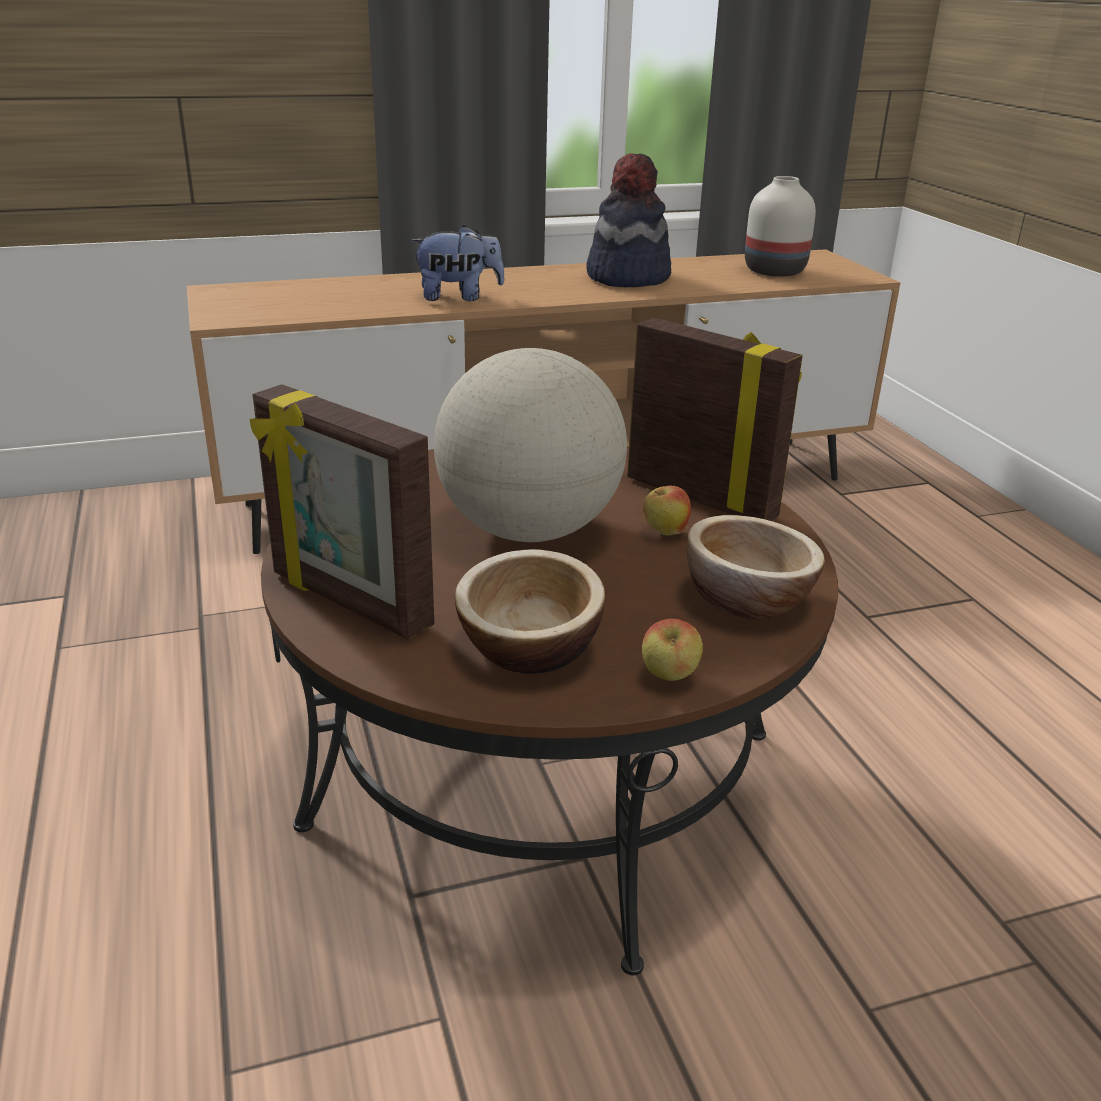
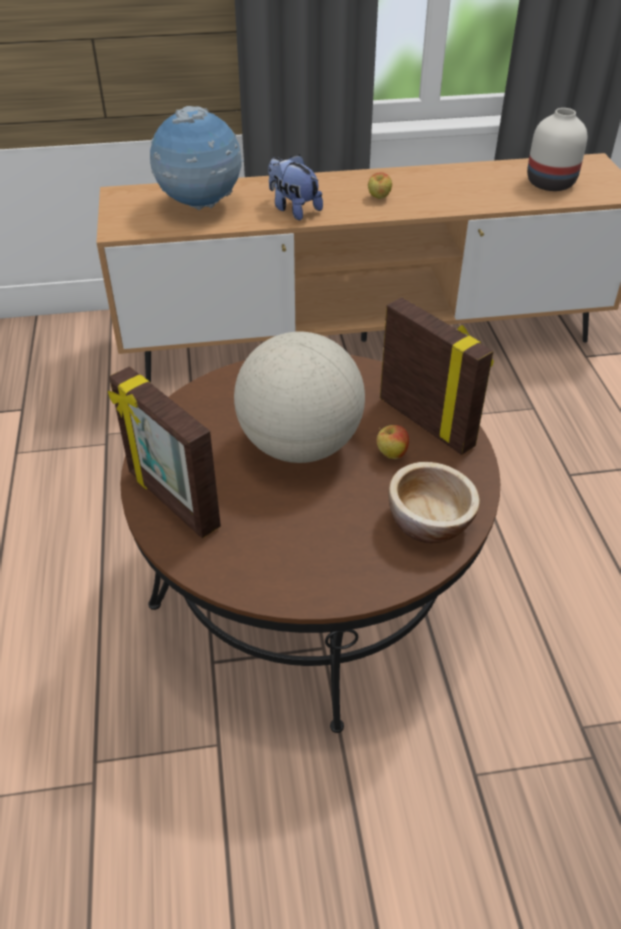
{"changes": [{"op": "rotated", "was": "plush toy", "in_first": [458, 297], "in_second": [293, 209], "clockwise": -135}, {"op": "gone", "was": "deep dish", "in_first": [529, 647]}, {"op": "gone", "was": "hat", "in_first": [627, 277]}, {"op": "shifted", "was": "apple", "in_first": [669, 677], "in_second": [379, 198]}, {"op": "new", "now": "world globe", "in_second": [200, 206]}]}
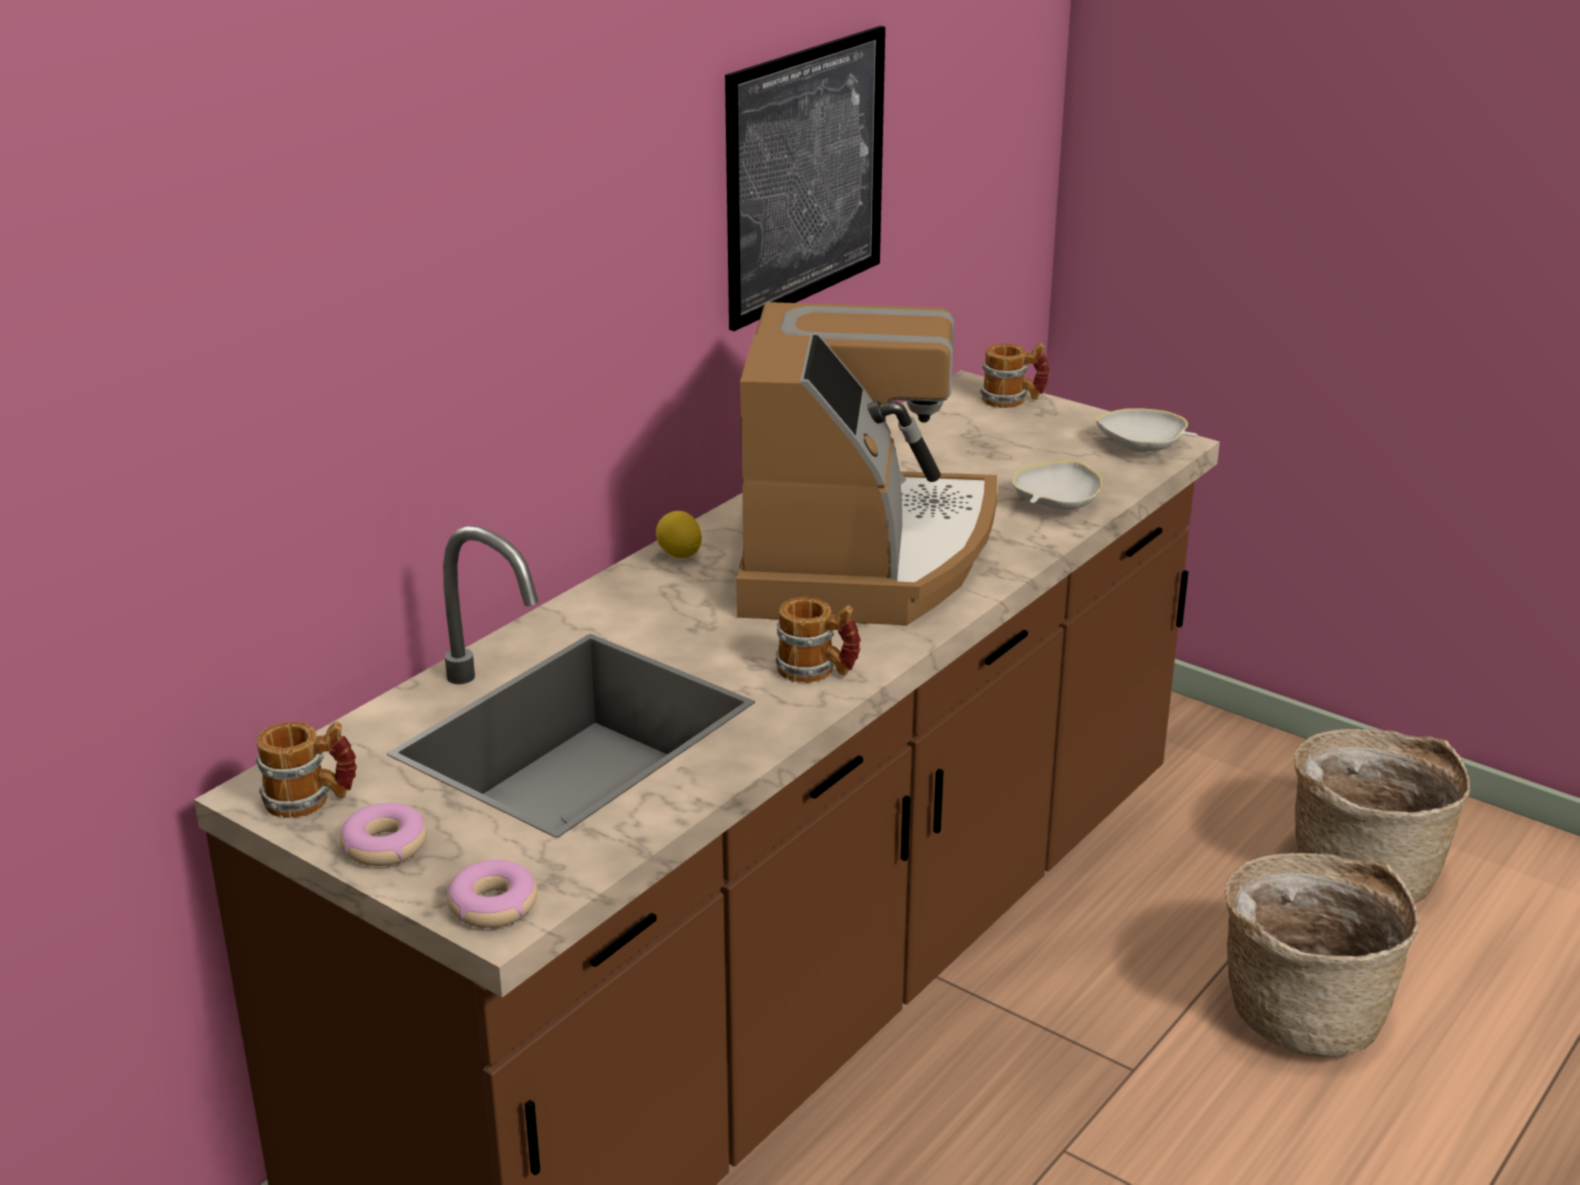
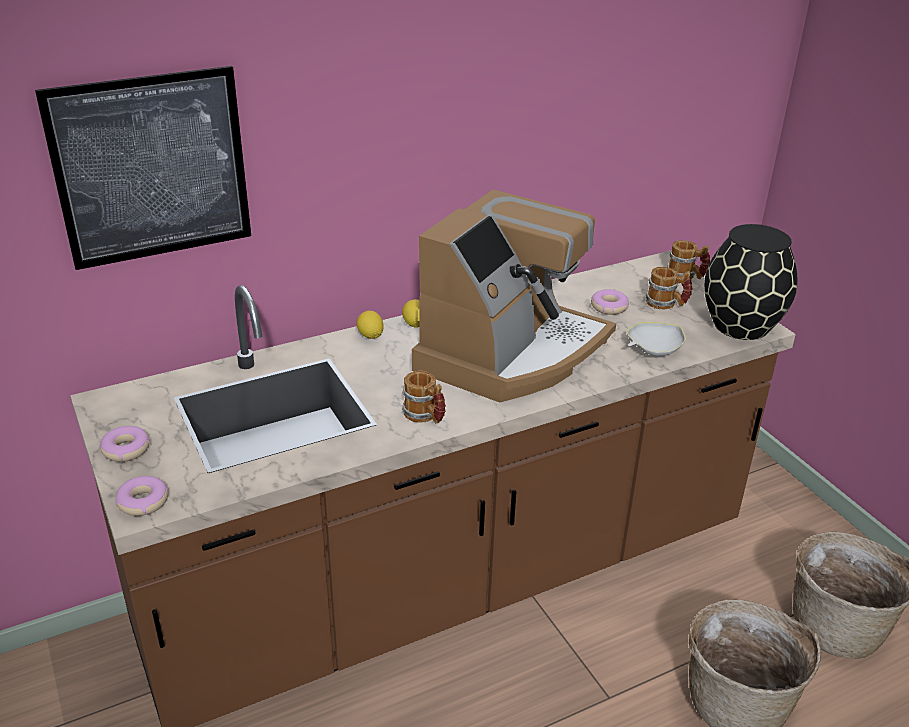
{"changes": [{"op": "shifted", "was": "coffee mug", "in_first": [311, 800], "in_second": [666, 304]}, {"op": "shifted", "was": "wall picture", "in_first": [805, 175], "in_second": [152, 168]}, {"op": "swapped", "was": "white deep dish", "now": "black flower vase", "in_first": [1143, 448], "in_second": [741, 326]}, {"op": "new", "now": "whole lemon", "in_second": [370, 336]}, {"op": "new", "now": "donut", "in_second": [609, 307]}]}
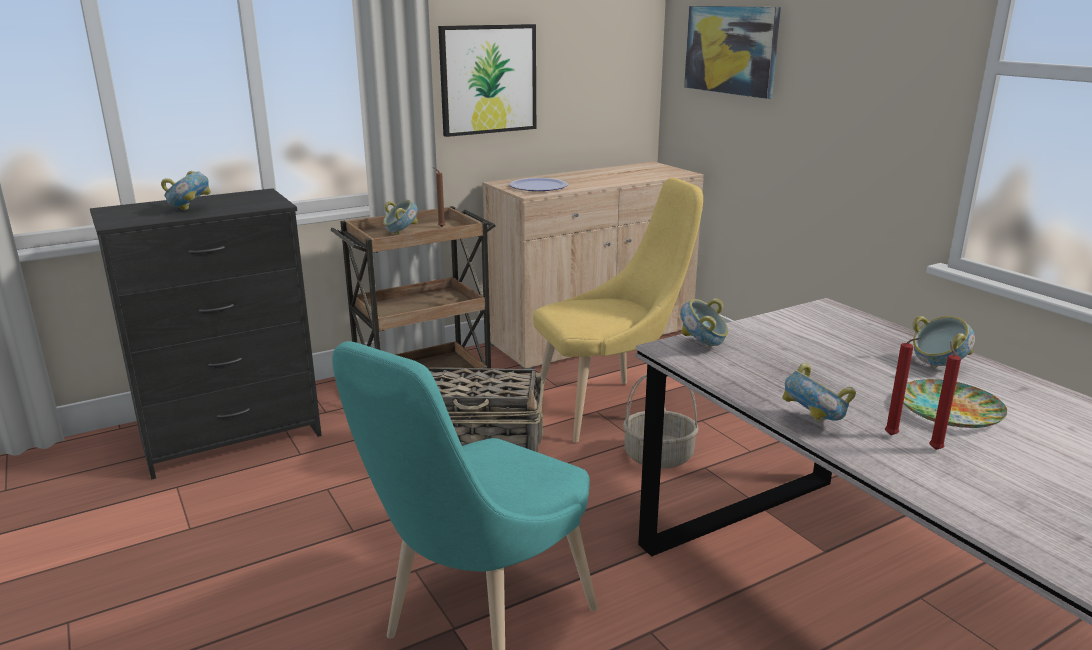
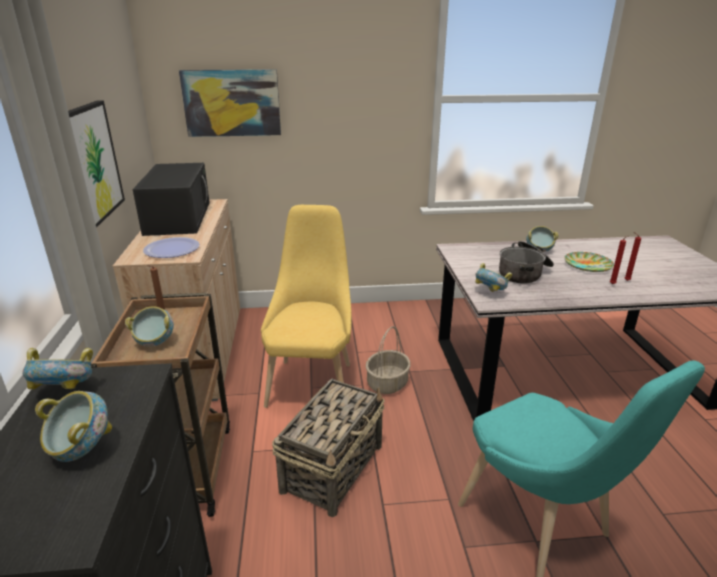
{"changes": [{"op": "shifted", "was": "deep dish", "in_first": [813, 423], "in_second": [66, 392]}, {"op": "new", "now": "black kitchen microwave", "in_second": [178, 217]}, {"op": "new", "now": "saucepot", "in_second": [524, 273]}]}
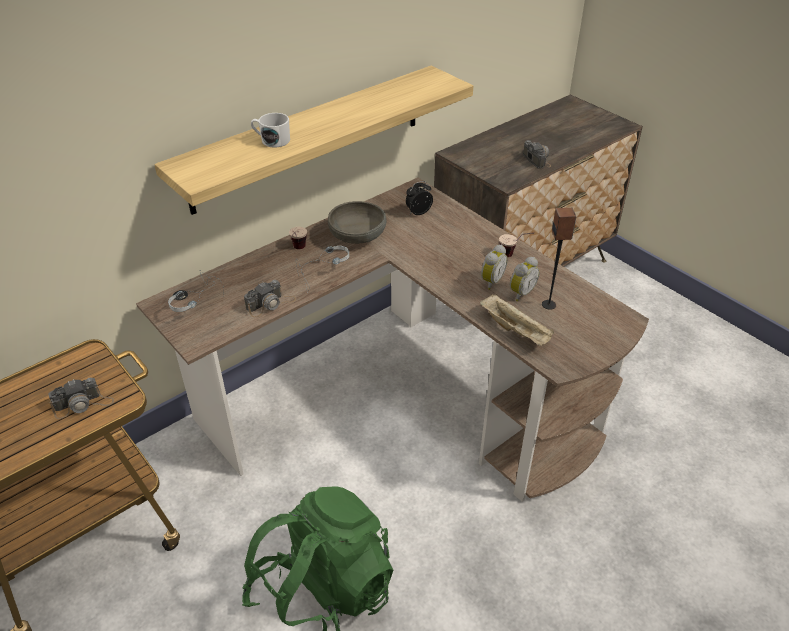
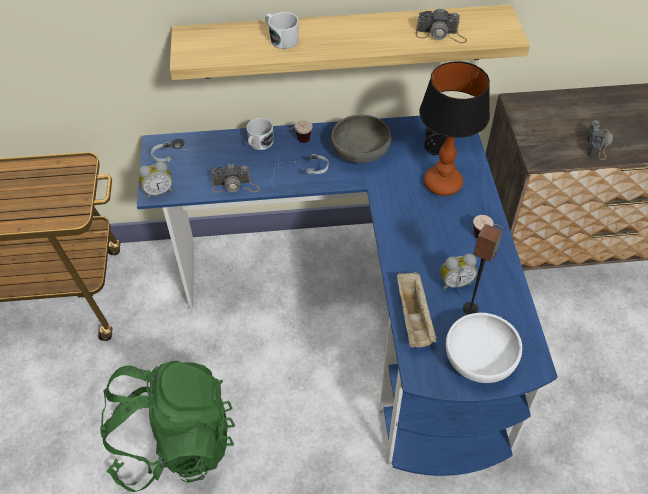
{"changes": [{"op": "shifted", "was": "photo camera", "in_first": [83, 404], "in_second": [441, 34]}, {"op": "repainted", "was": "brown-coloured desk table", "now": "blue desk table", "in_first": [404, 396], "in_second": [366, 312]}, {"op": "shifted", "was": "alarm clock", "in_first": [490, 281], "in_second": [158, 191]}, {"op": "new", "now": "white coffee mug", "in_second": [259, 144]}, {"op": "new", "now": "tabletop lamp", "in_second": [443, 184]}, {"op": "new", "now": "white deep dish", "in_second": [480, 359]}]}
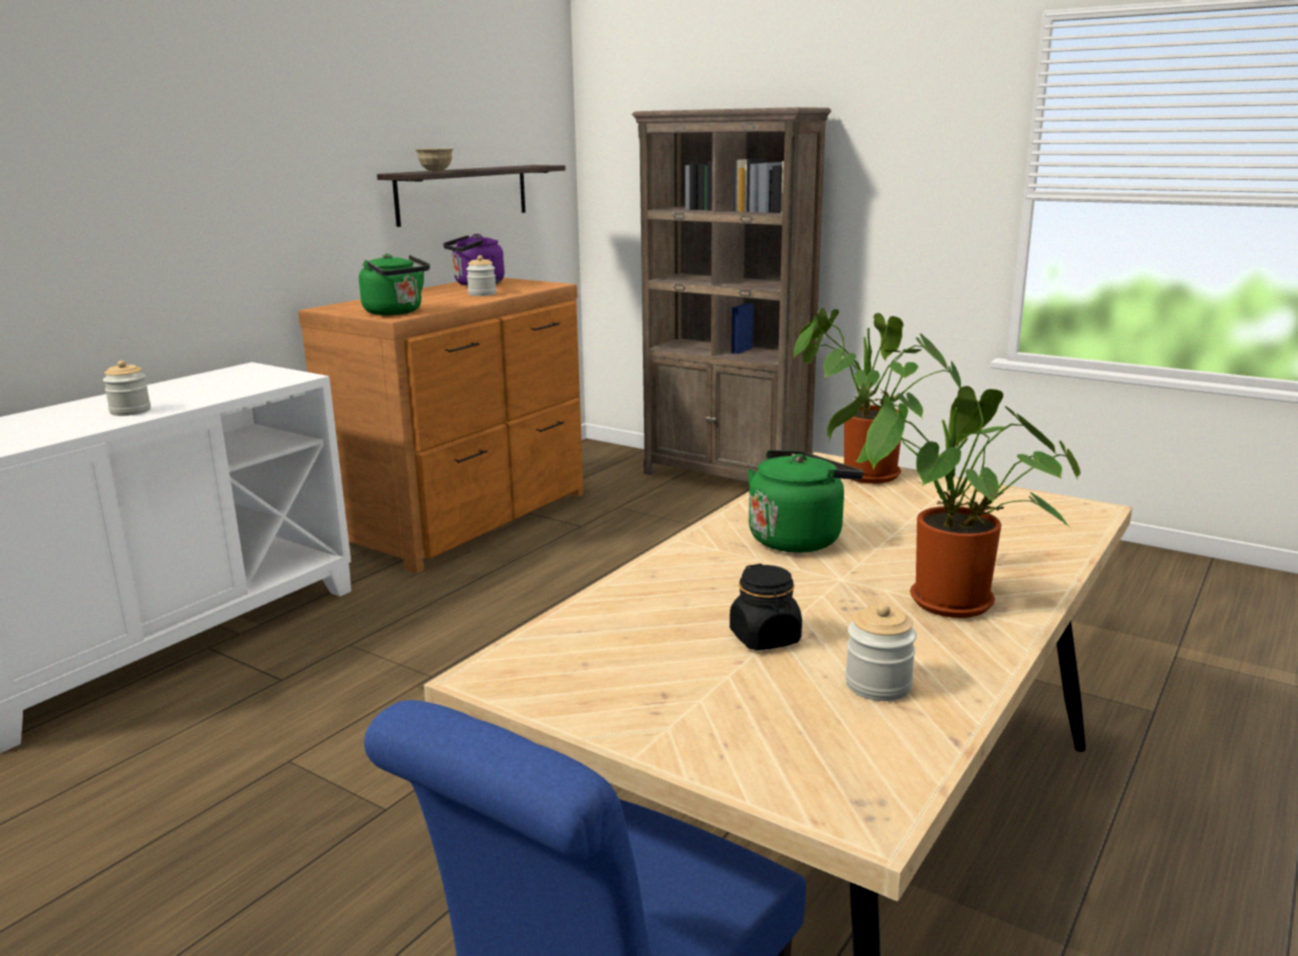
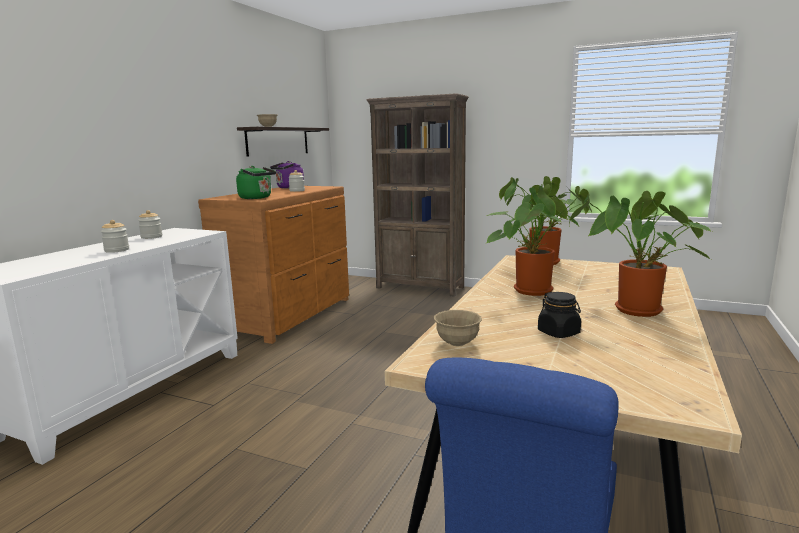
{"changes": [{"op": "swapped", "was": "green water kettle", "now": "plant in a pot", "in_first": [798, 538], "in_second": [533, 289]}, {"op": "shifted", "was": "preserve jar", "in_first": [878, 685], "in_second": [151, 237]}, {"op": "new", "now": "sand-coloured deep dish", "in_second": [457, 343]}]}
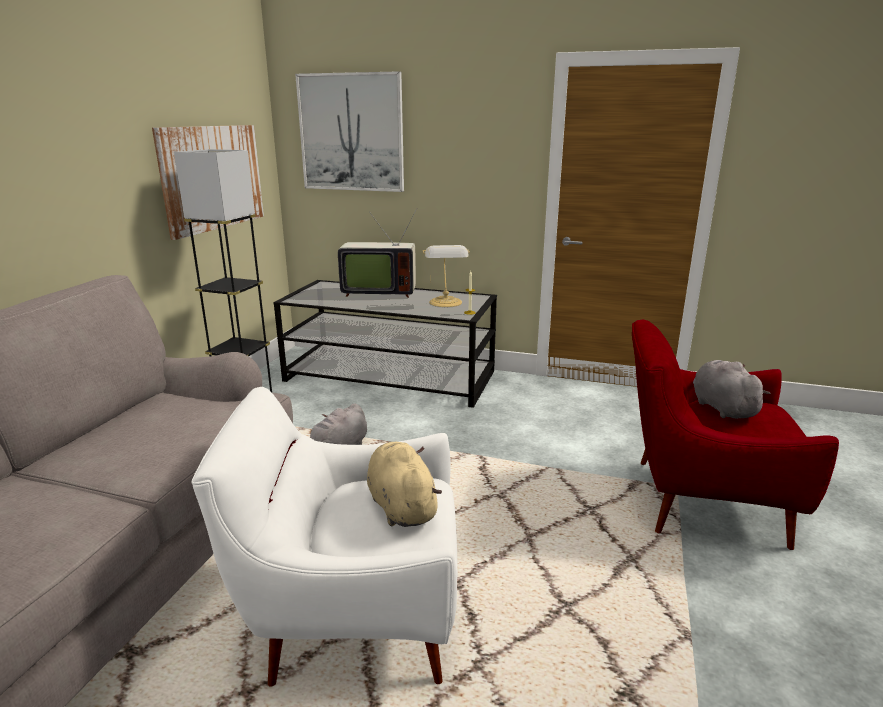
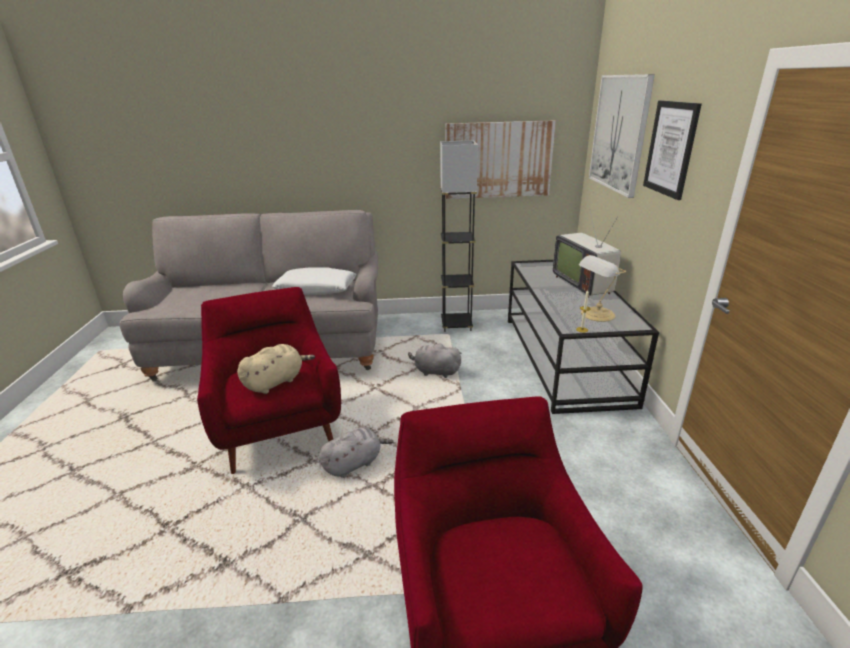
{"changes": [{"op": "repainted", "was": "white armchair", "now": "red armchair", "in_first": [352, 615], "in_second": [278, 428]}, {"op": "shifted", "was": "grey plush toy", "in_first": [721, 408], "in_second": [354, 463]}, {"op": "new", "now": "white throw pillow", "in_second": [316, 289]}, {"op": "new", "now": "wall picture", "in_second": [671, 148]}]}
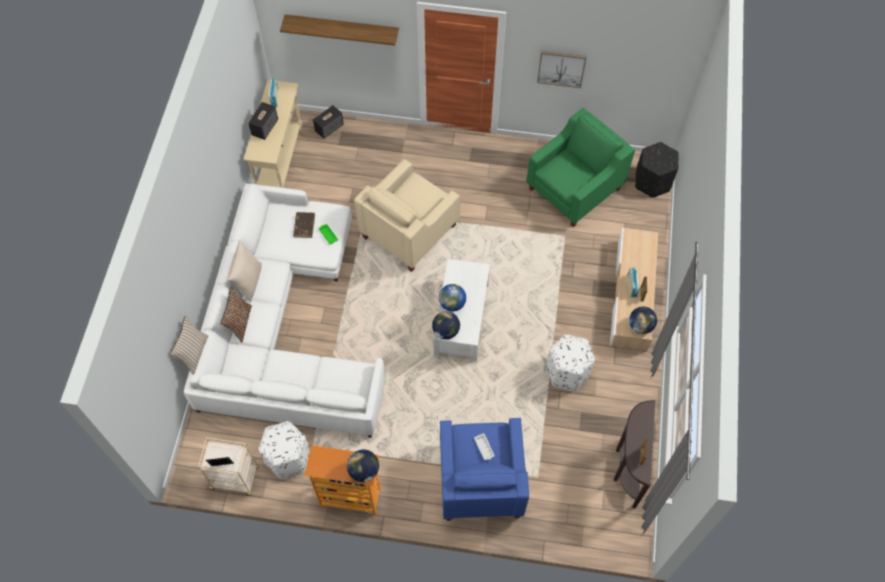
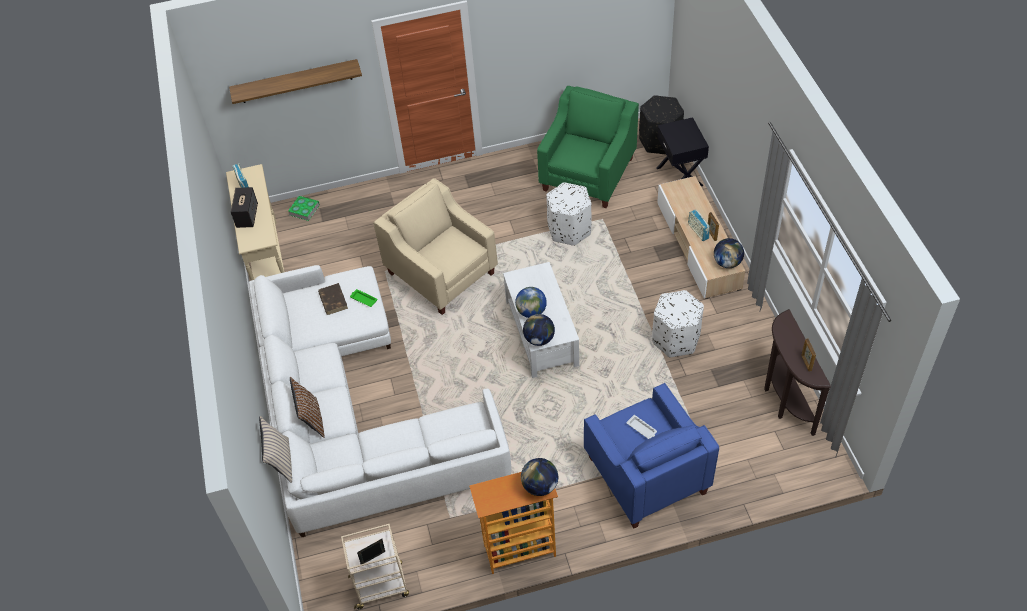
{"changes": [{"op": "gone", "was": "sand-coloured throw pillow", "in_first": [248, 282]}, {"op": "shifted", "was": "white pouffe", "in_first": [288, 458], "in_second": [569, 230]}, {"op": "swapped", "was": "audio speaker", "now": "volume", "in_first": [329, 128], "in_second": [304, 210]}, {"op": "rotated", "was": "sand-coloured armchair", "in_first": [409, 231], "in_second": [441, 273], "clockwise": 120}, {"op": "gone", "was": "wall picture", "in_first": [561, 68]}, {"op": "new", "now": "black nightstand", "in_second": [680, 176]}]}
